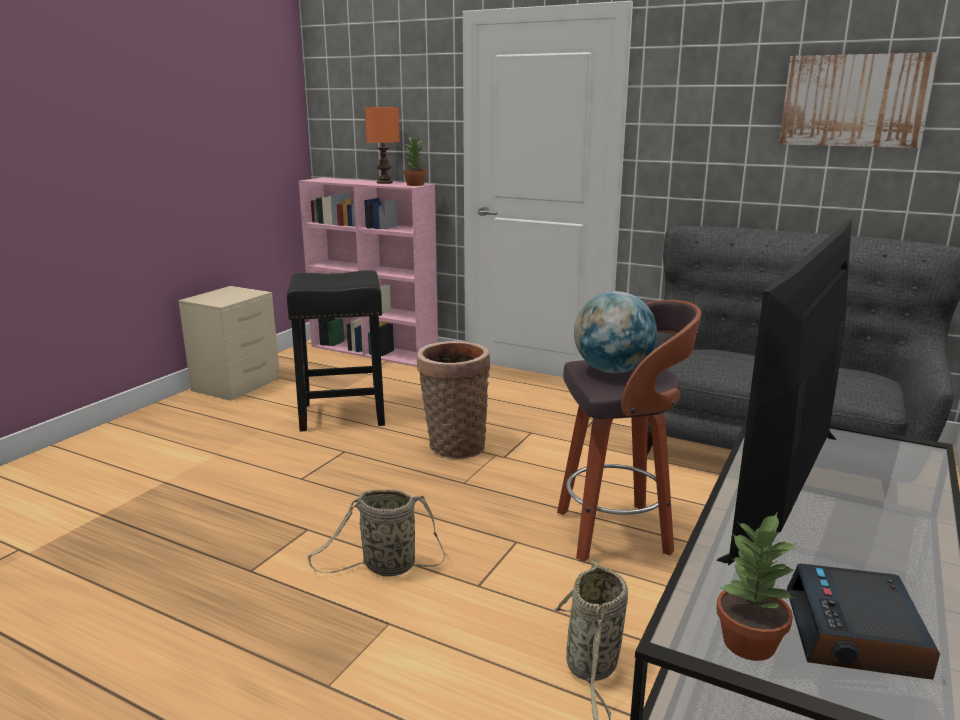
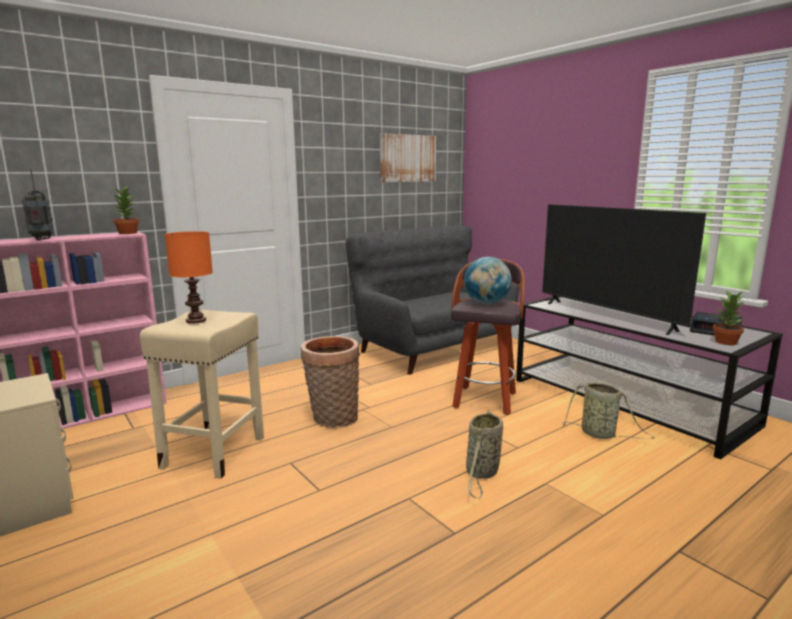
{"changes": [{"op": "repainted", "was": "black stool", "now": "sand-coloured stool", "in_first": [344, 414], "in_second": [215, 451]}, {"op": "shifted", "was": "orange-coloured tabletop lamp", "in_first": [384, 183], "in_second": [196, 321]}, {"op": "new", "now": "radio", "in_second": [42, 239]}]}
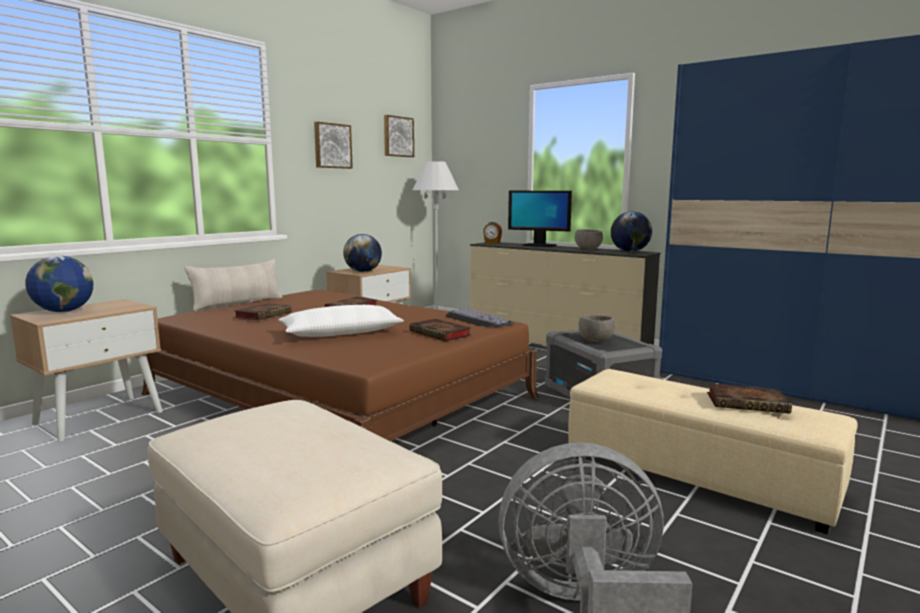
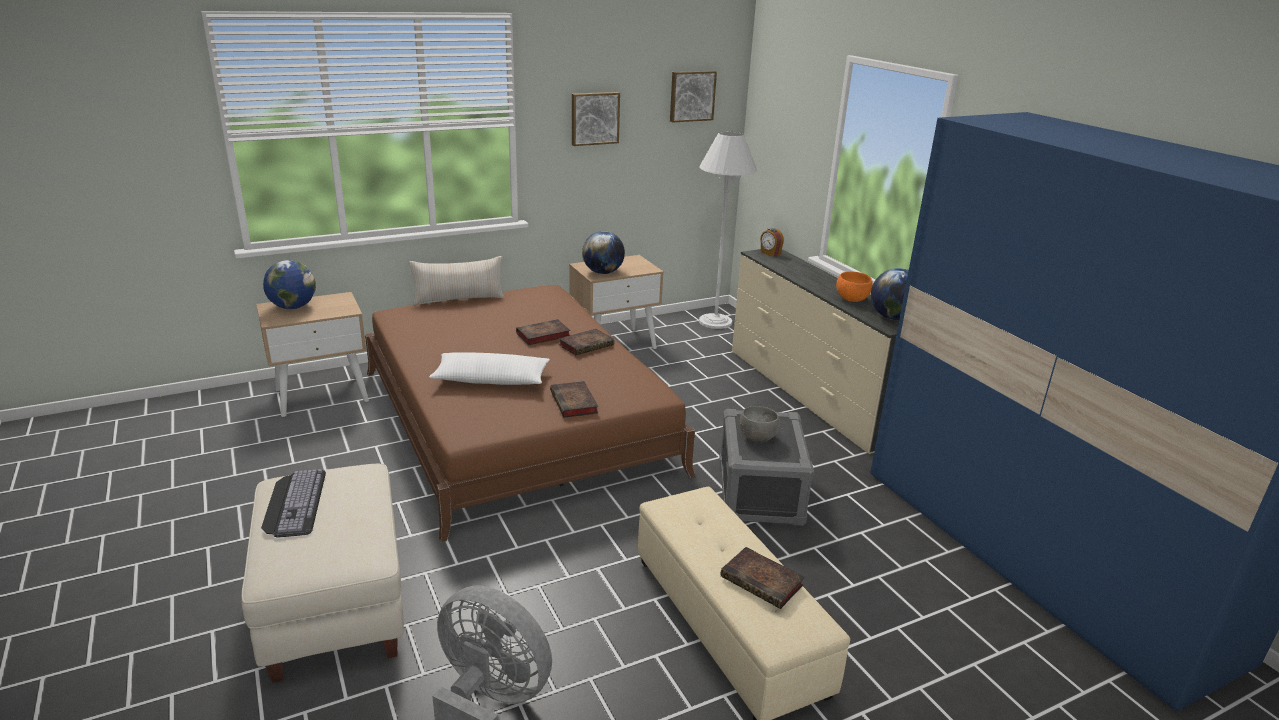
{"changes": [{"op": "shifted", "was": "volume", "in_first": [264, 315], "in_second": [587, 345]}, {"op": "shifted", "was": "PC keyboard", "in_first": [475, 319], "in_second": [293, 503]}, {"op": "gone", "was": "computer screen", "in_first": [539, 245]}, {"op": "repainted", "was": "grey deep dish", "now": "orange-coloured deep dish", "in_first": [588, 249], "in_second": [851, 299]}]}
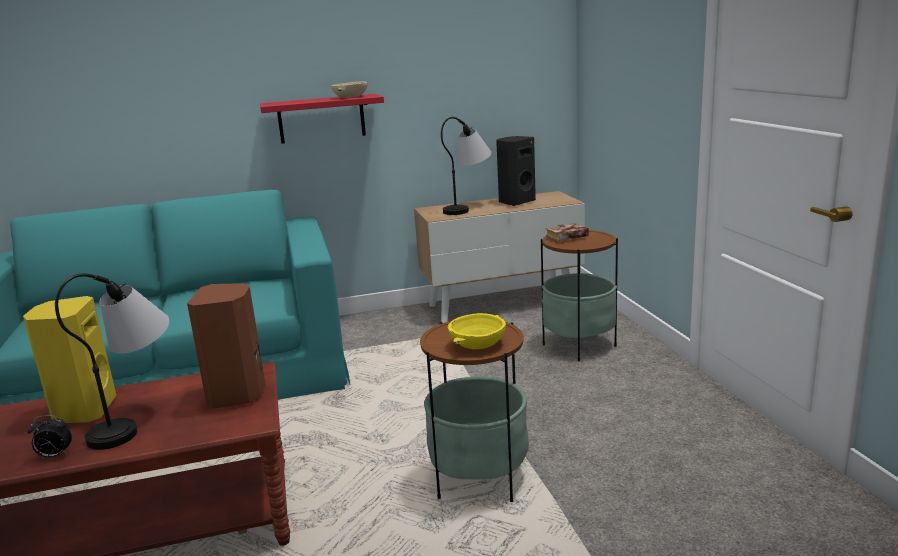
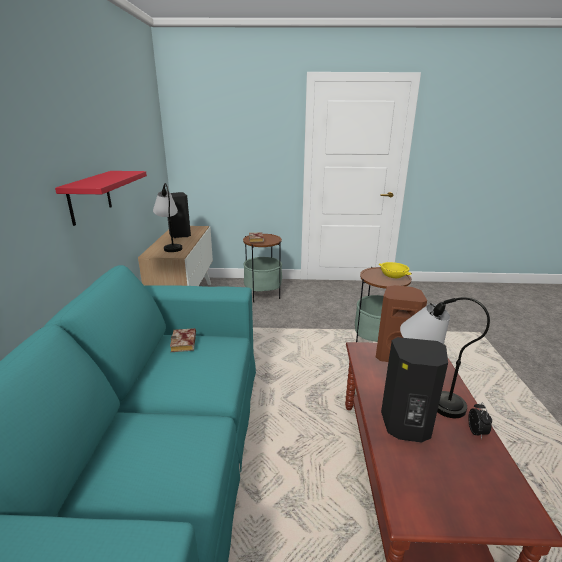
{"changes": [{"op": "repainted", "was": "yellow audio speaker", "now": "black audio speaker", "in_first": [83, 411], "in_second": [406, 426]}, {"op": "gone", "was": "sand-coloured deep dish", "in_first": [351, 97]}, {"op": "new", "now": "volume", "in_second": [185, 344]}]}
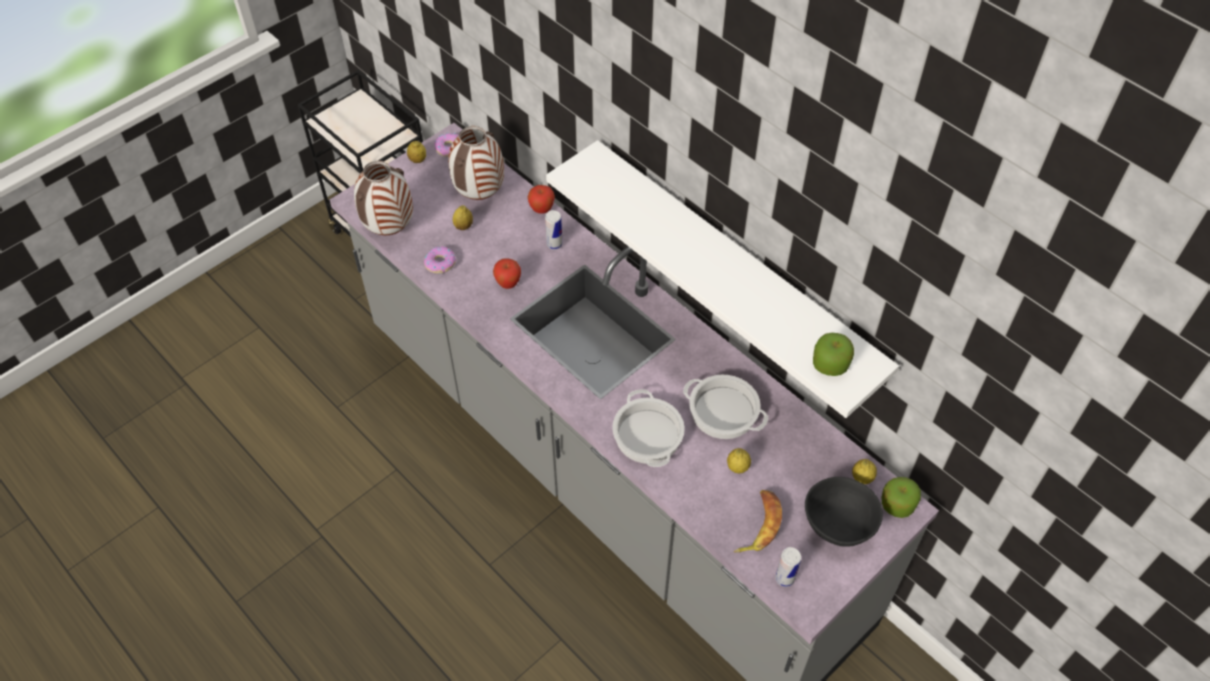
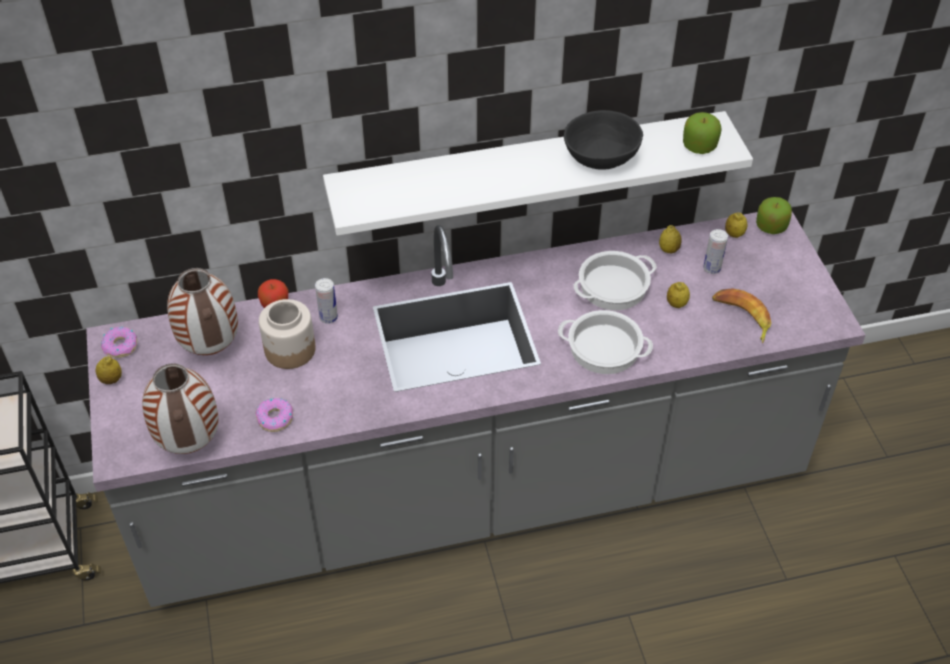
{"changes": [{"op": "shifted", "was": "whole lemon", "in_first": [463, 226], "in_second": [668, 250]}, {"op": "gone", "was": "apple", "in_first": [508, 284]}, {"op": "shifted", "was": "metal can", "in_first": [784, 578], "in_second": [712, 268]}, {"op": "shifted", "was": "black deep dish", "in_first": [840, 524], "in_second": [602, 158]}, {"op": "new", "now": "preserve jar", "in_second": [291, 349]}]}
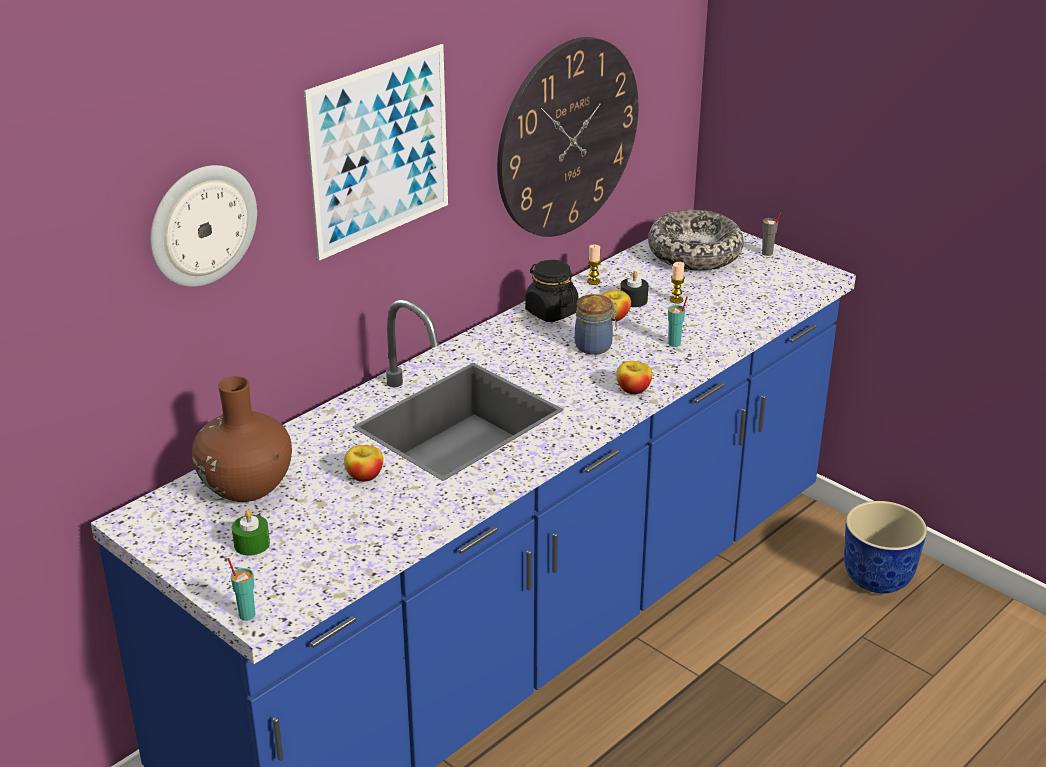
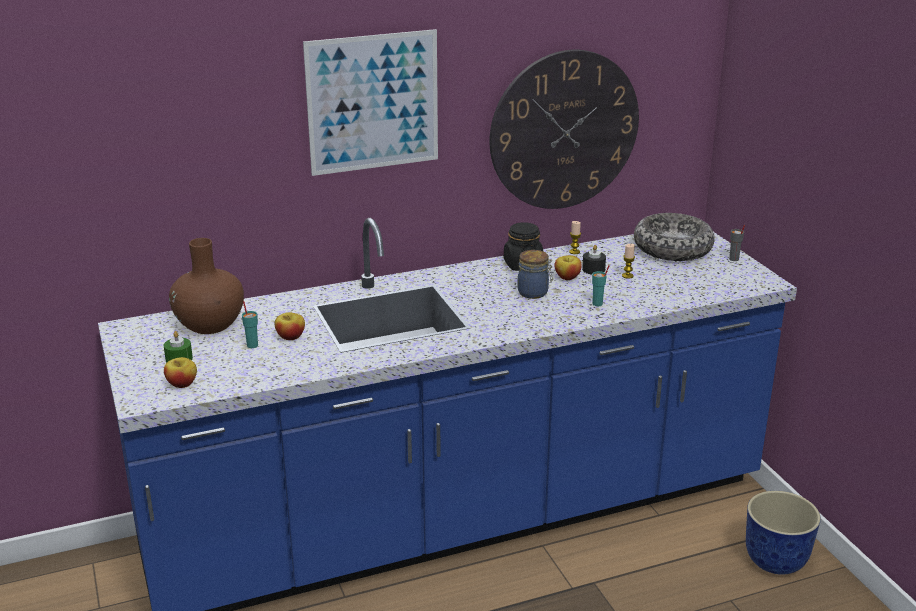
{"changes": [{"op": "gone", "was": "hanging clock", "in_first": [202, 225]}, {"op": "shifted", "was": "turquoise cup", "in_first": [246, 614], "in_second": [252, 345]}, {"op": "shifted", "was": "apple", "in_first": [633, 390], "in_second": [182, 384]}]}
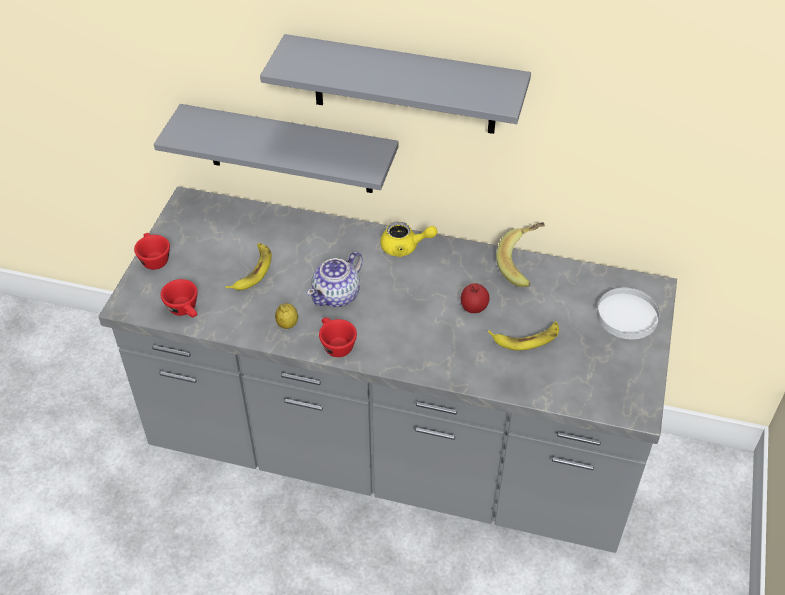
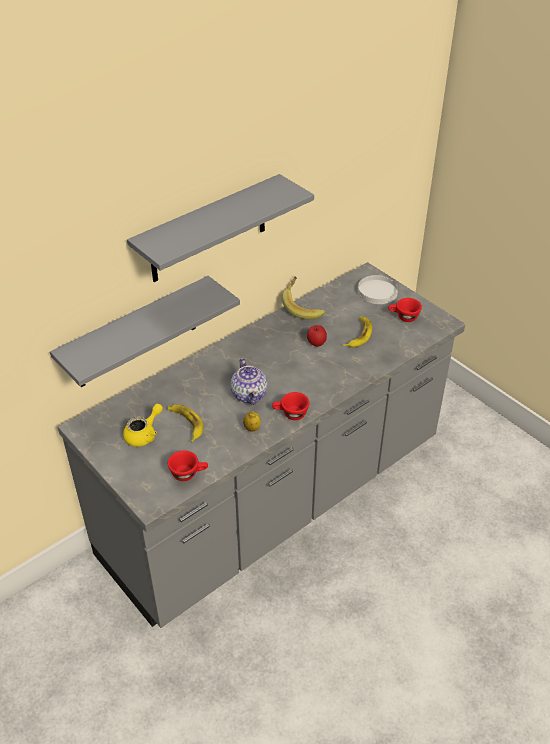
{"changes": [{"op": "shifted", "was": "red cup", "in_first": [153, 259], "in_second": [403, 317]}, {"op": "shifted", "was": "yellow teapot", "in_first": [405, 247], "in_second": [144, 434]}]}
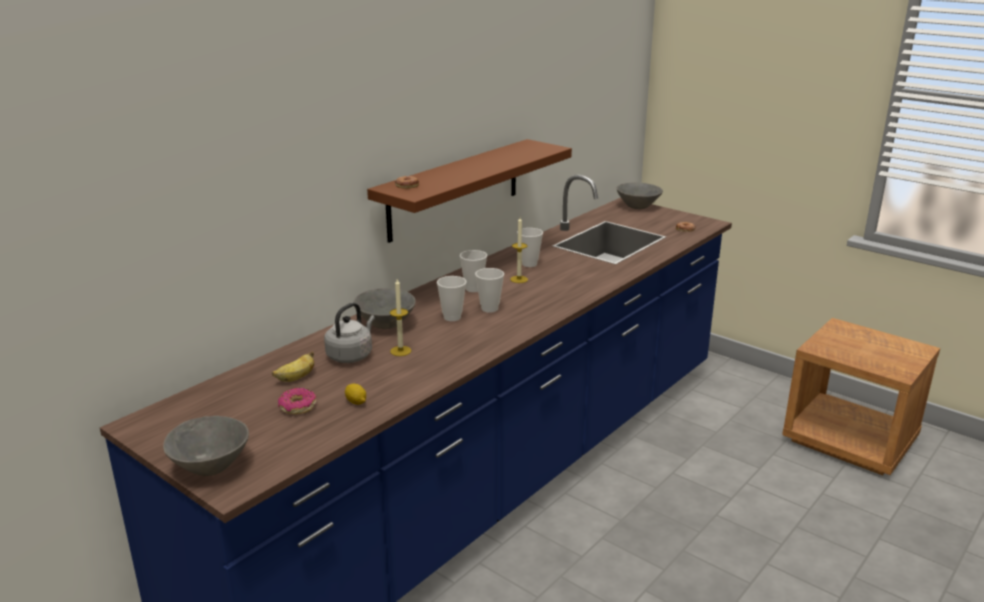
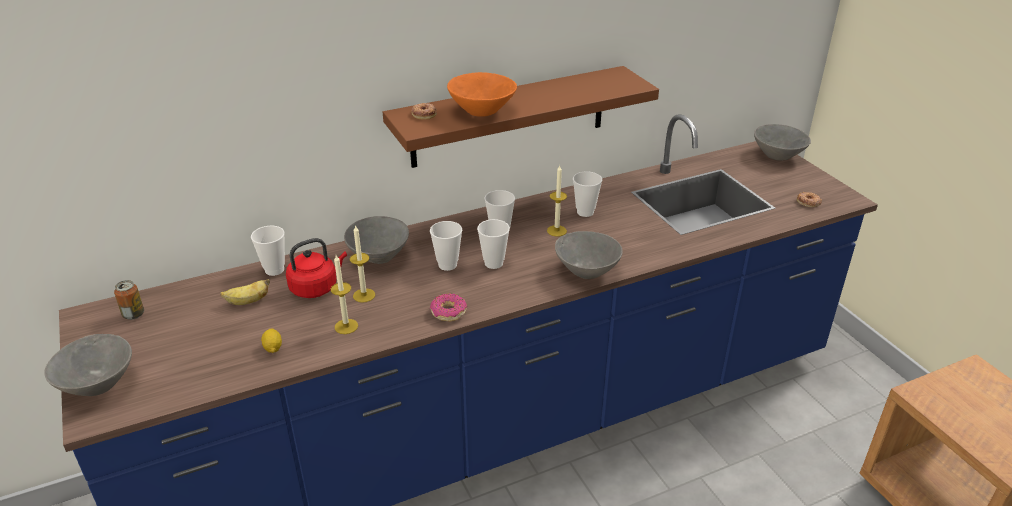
{"changes": [{"op": "shifted", "was": "donut", "in_first": [297, 407], "in_second": [448, 312]}, {"op": "repainted", "was": "grey water kettle", "now": "red water kettle", "in_first": [351, 355], "in_second": [316, 287]}, {"op": "new", "now": "metal can", "in_second": [133, 314]}, {"op": "new", "now": "cup", "in_second": [274, 270]}, {"op": "new", "now": "wax candle", "in_second": [346, 326]}, {"op": "new", "now": "orange-coloured deep dish", "in_second": [482, 112]}, {"op": "new", "now": "grey deep dish", "in_second": [586, 271]}]}
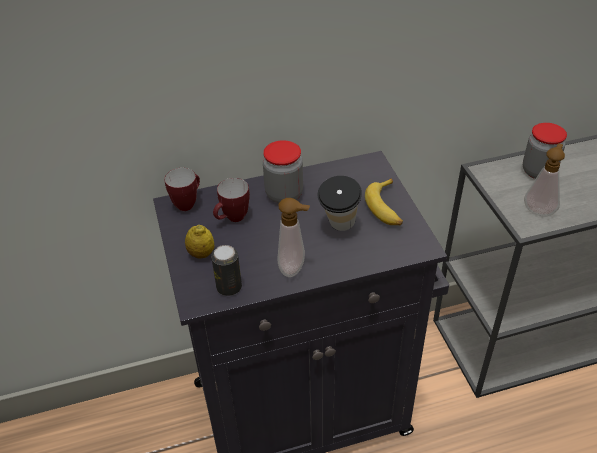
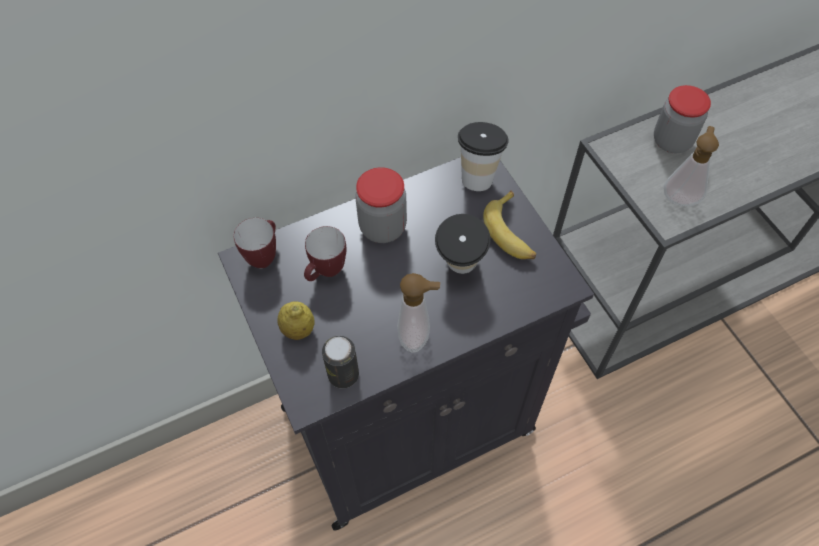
{"changes": [{"op": "new", "now": "cup", "in_second": [478, 175]}]}
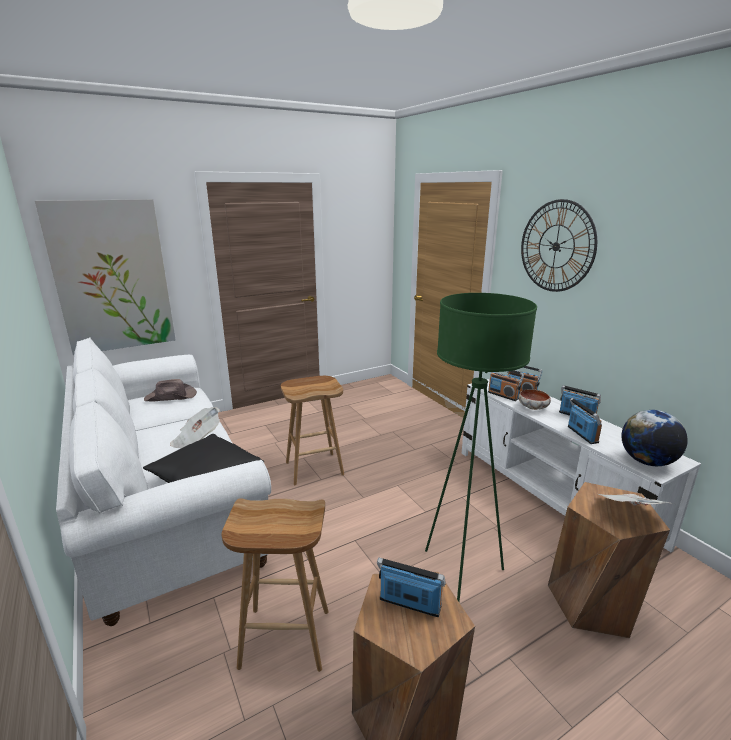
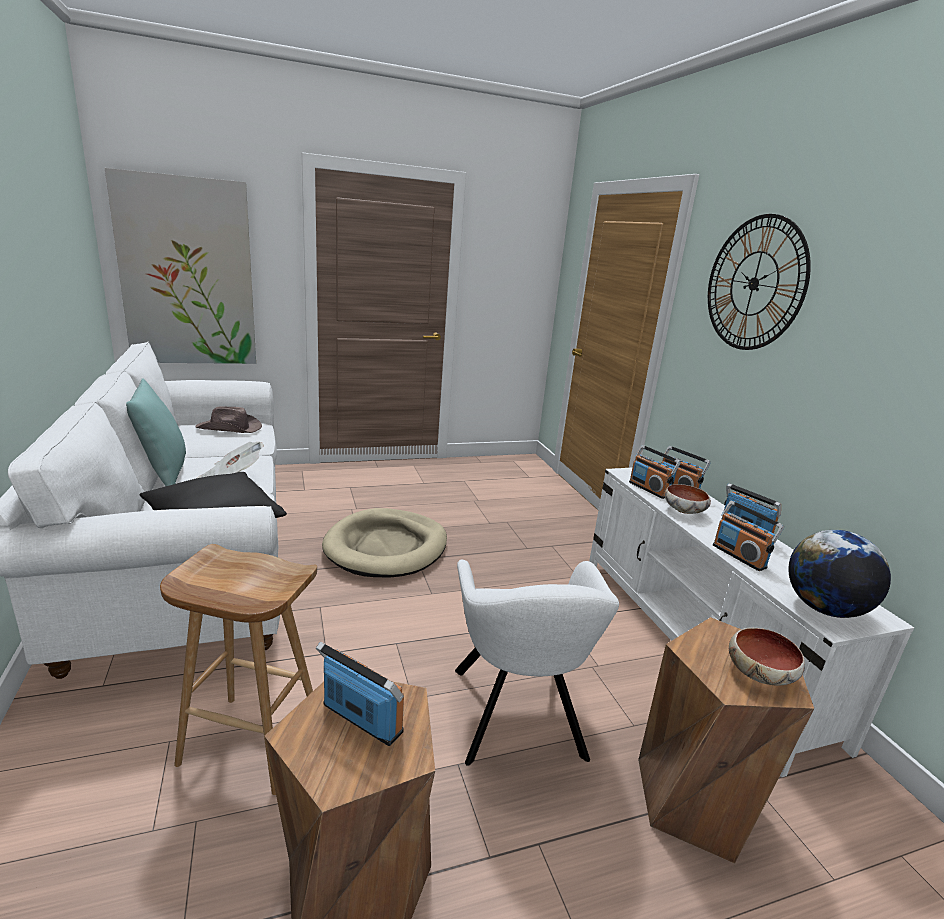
{"changes": [{"op": "swapped", "was": "brown-coloured stool", "now": "sand-coloured dog cushion", "in_first": [315, 468], "in_second": [386, 547]}, {"op": "swapped", "was": "green floor lamp", "now": "white armchair", "in_first": [460, 574], "in_second": [518, 717]}, {"op": "rotated", "was": "radio", "in_first": [582, 434], "in_second": [739, 556], "clockwise": 150}, {"op": "swapped", "was": "printed paper", "now": "deep dish", "in_first": [630, 513], "in_second": [759, 673]}, {"op": "new", "now": "turquoise throw pillow", "in_second": [163, 472]}]}
